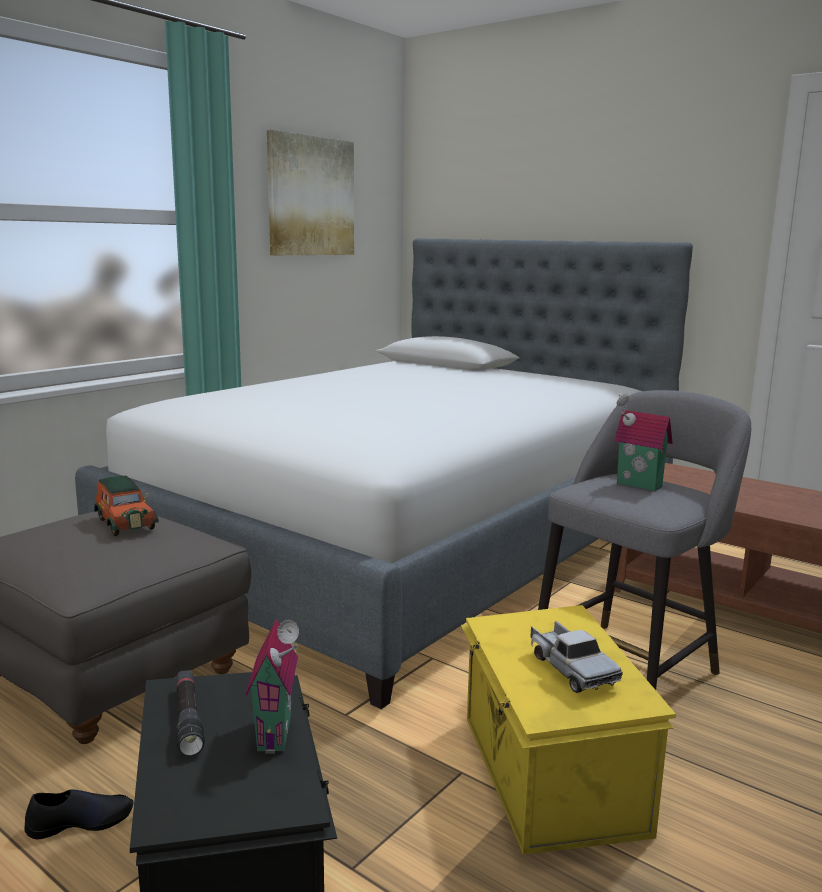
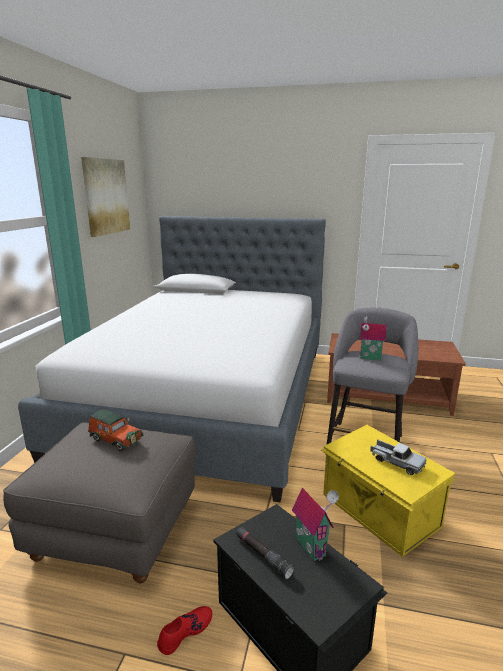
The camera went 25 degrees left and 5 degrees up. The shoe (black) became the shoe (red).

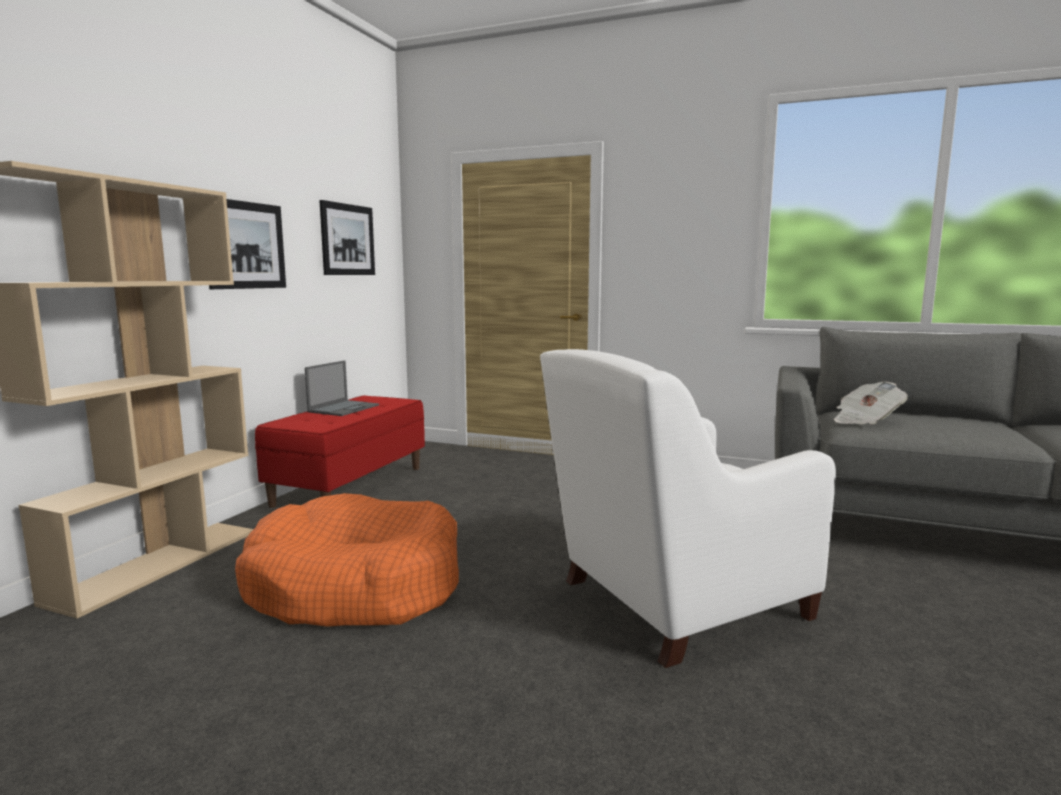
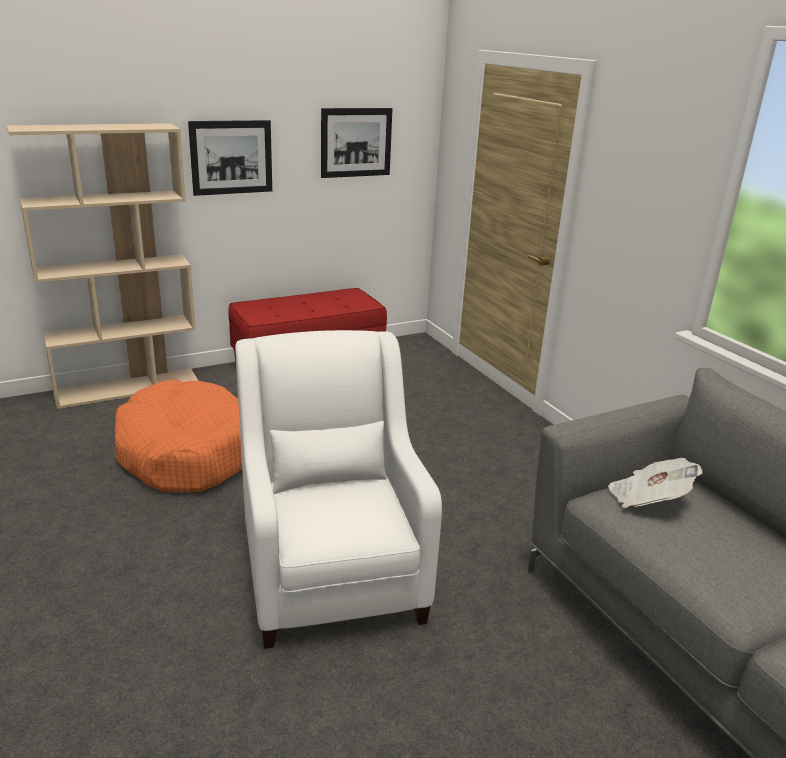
The camera went 40 degrees right and 15 degrees up. The armchair (white) turned 60 degrees clockwise. The laptop disappeared.

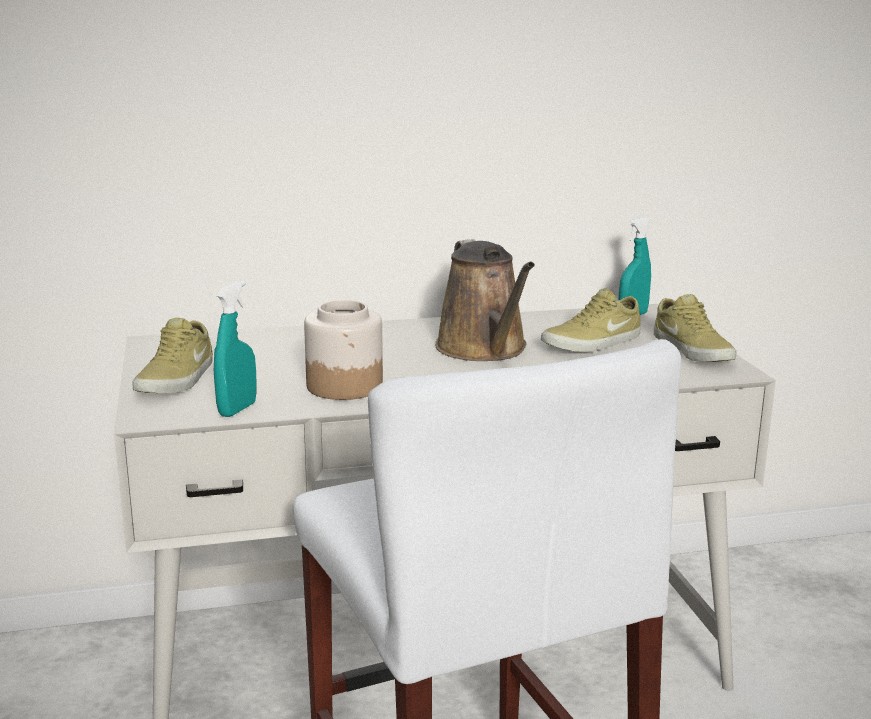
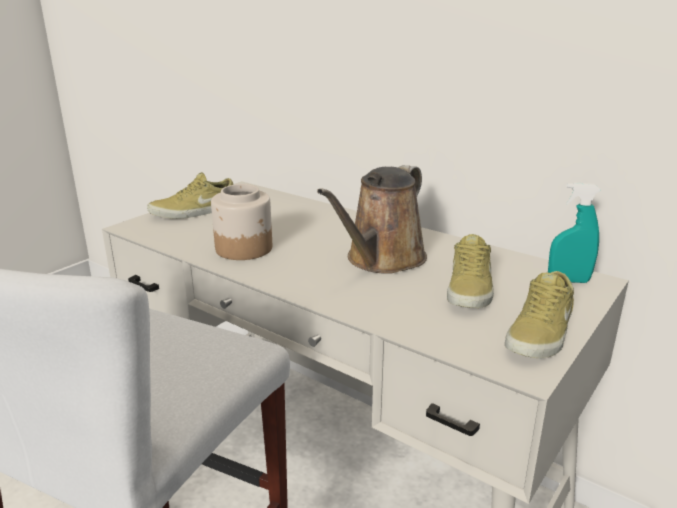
The camera went 50 degrees right and 5 degrees up. The shoe (beige) (2nd from left) turned 90 degrees counterclockwise. The spray bottle (turquoise) (1st from left) disappeared.

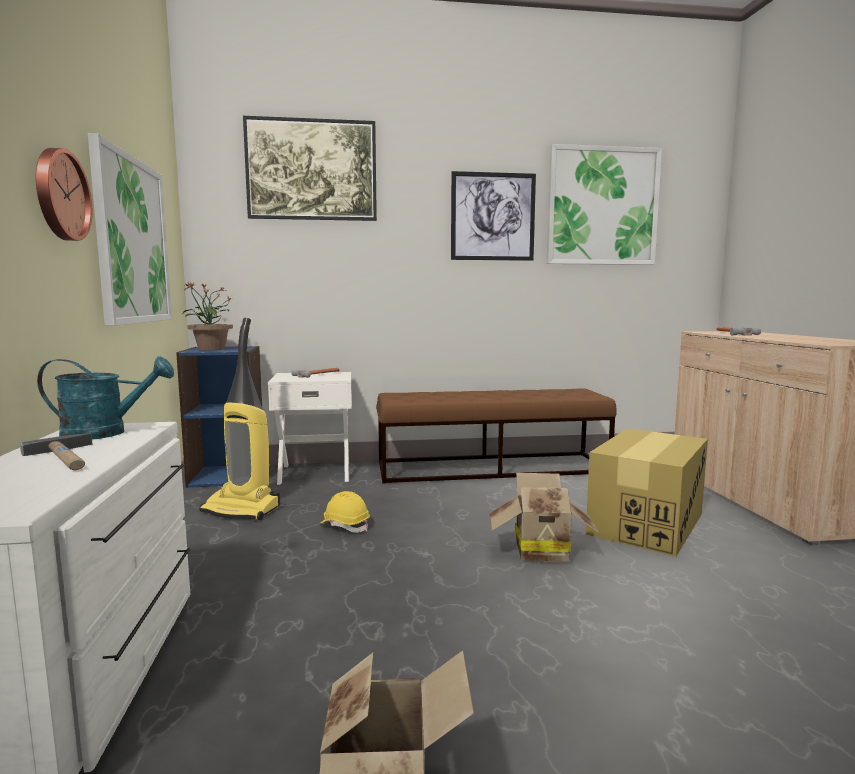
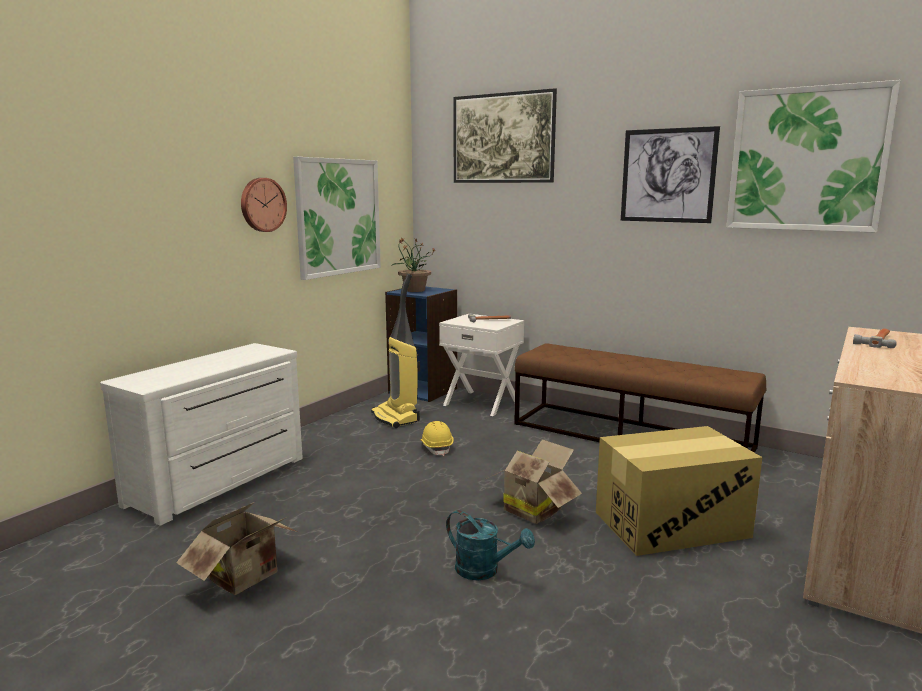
The camera went 40 degrees right and 5 degrees up. The watering can (turquoise) moved. The hammer (1st from left) disappeared.

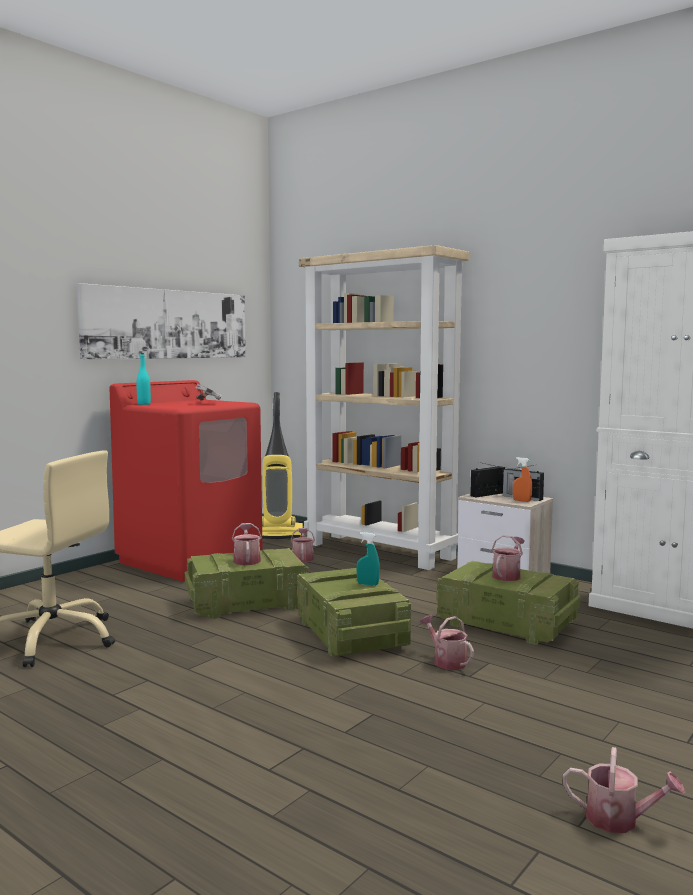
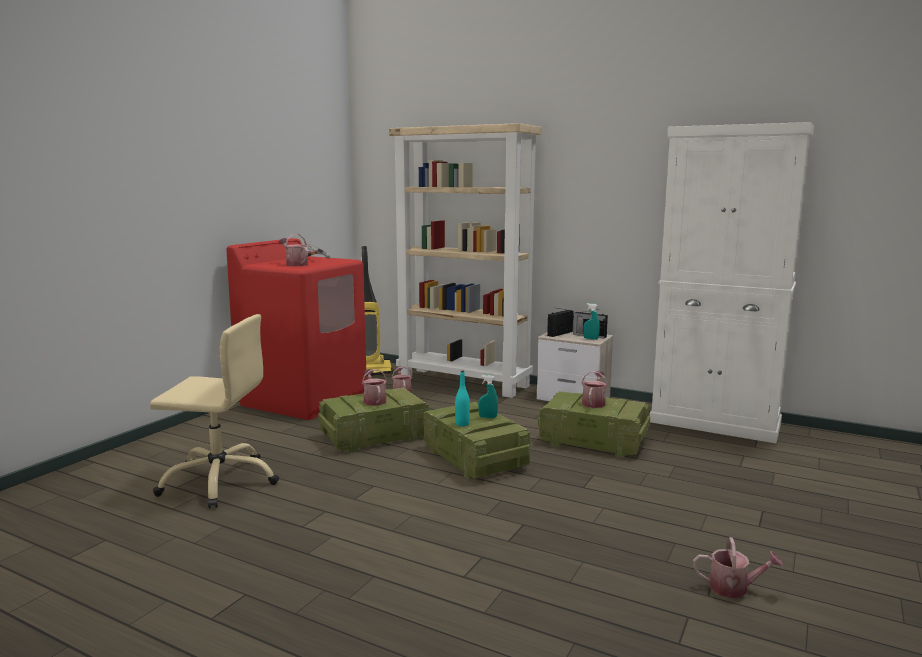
The camera went 10 degrees left and 5 degrees up. The watering can (3rd from left in the first image) moved. The bottle (turquoise) moved. The spray bottle (orange) became the spray bottle (turquoise) (2nd from left). The picture disappeared.

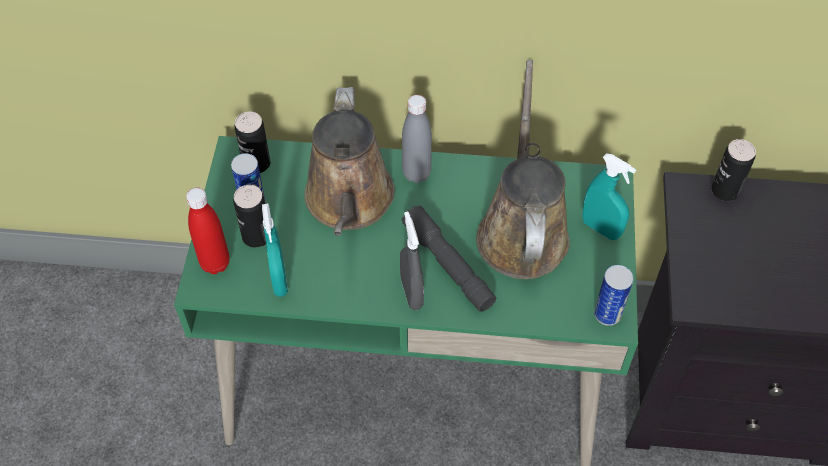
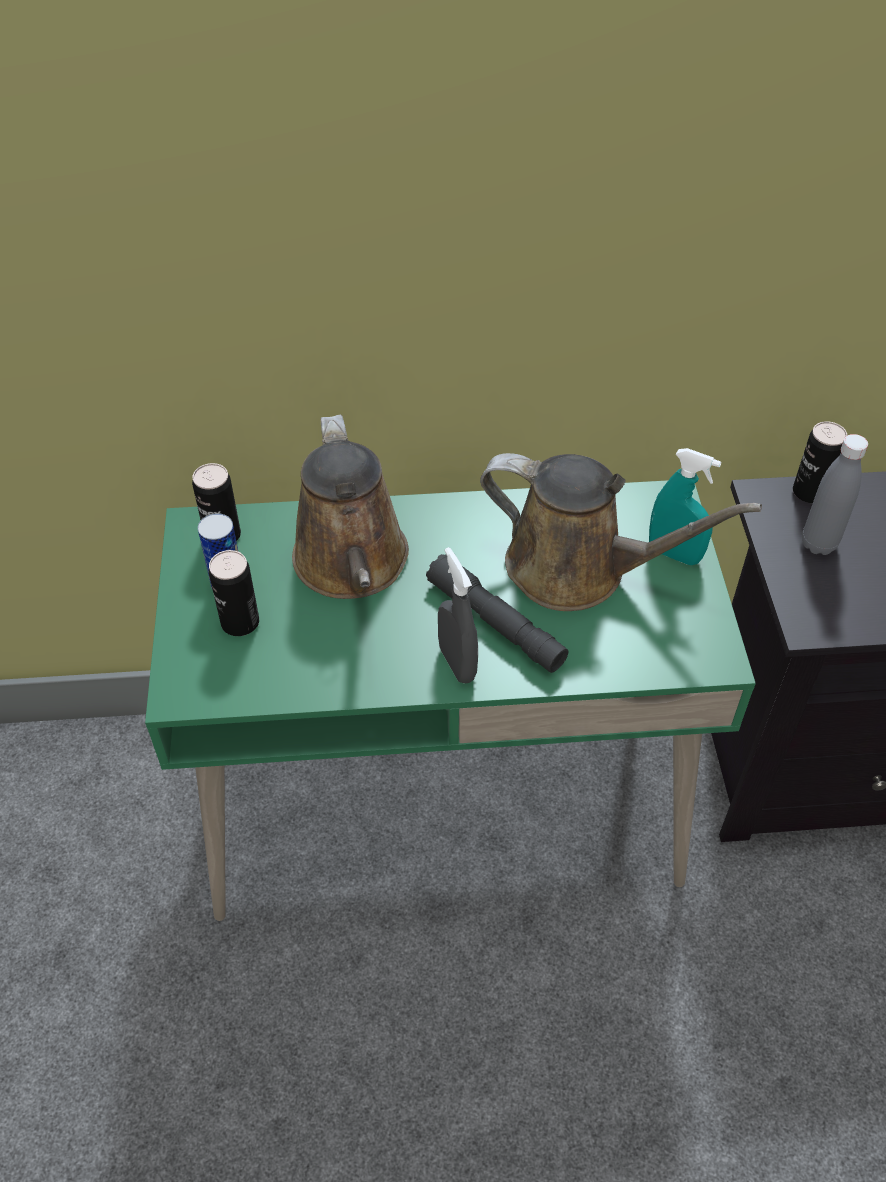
The camera went 10 degrees left and 5 degrees down. The watering can (brown) (2nd from left) turned 120 degrees clockwise. The bottle (grey) moved. The bottle (red) disappeared. The spray bottle (turquoise) (1st from left) disappeared. The can (4th from left) disappeared.

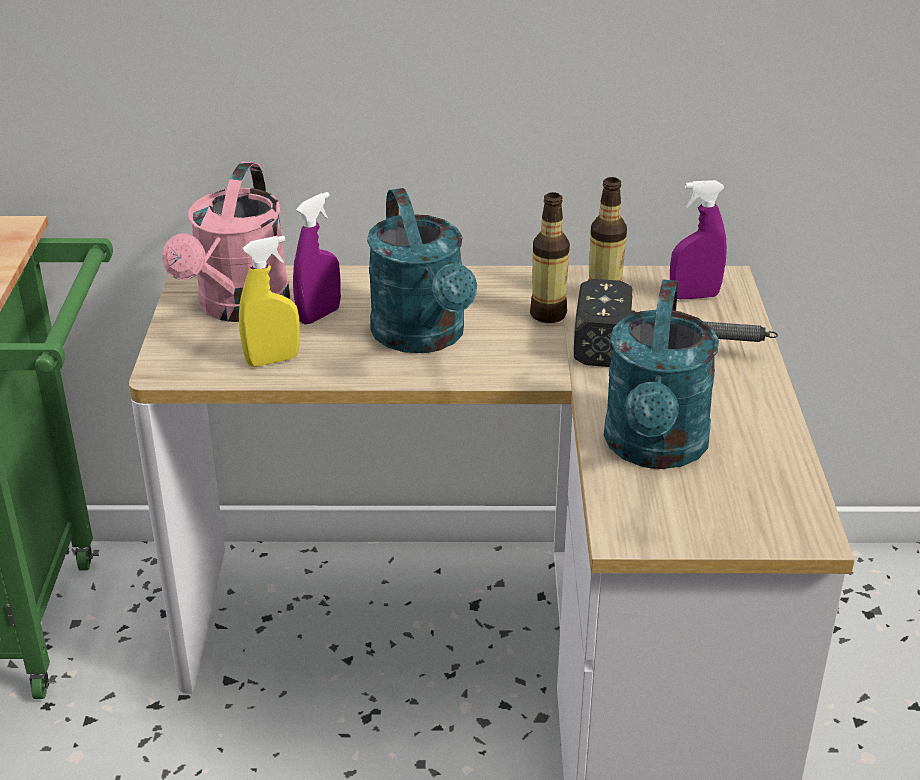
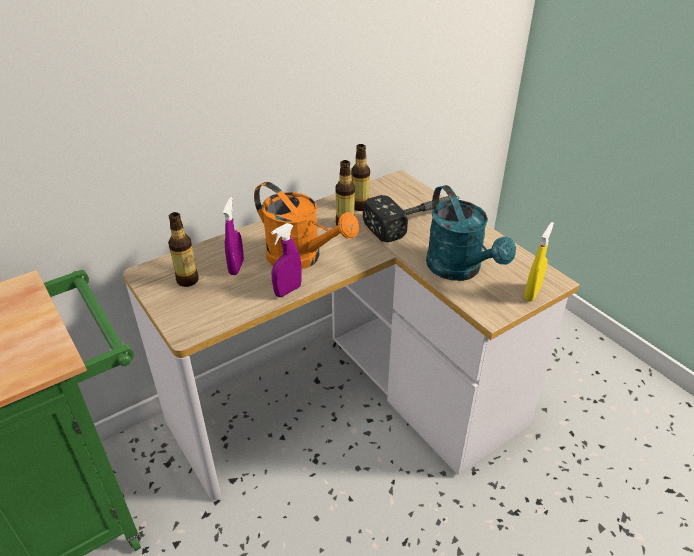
The camera went 35 degrees left and 5 degrees up. The watering can (pink) was replaced by the bottle (1st from left). The watering can (turquoise) (1st from left) became the watering can (orange). The spray bottle (purple) (2nd from left) moved. The spray bottle (yellow) moved.

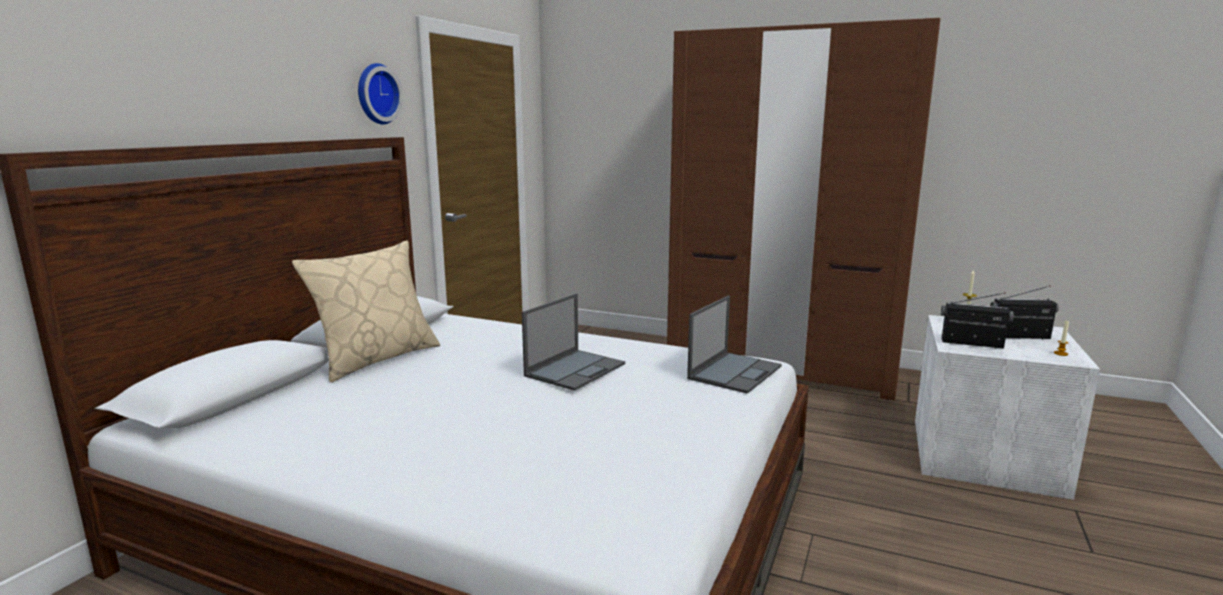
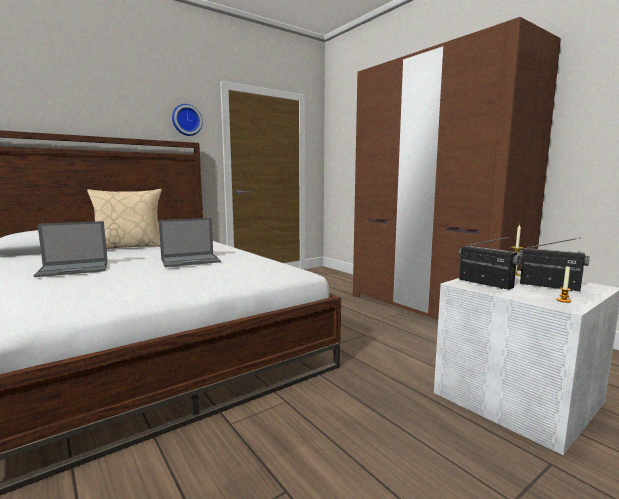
The camera went 30 degrees right and 5 degrees down. The laptop (2nd from left in the first image) moved.

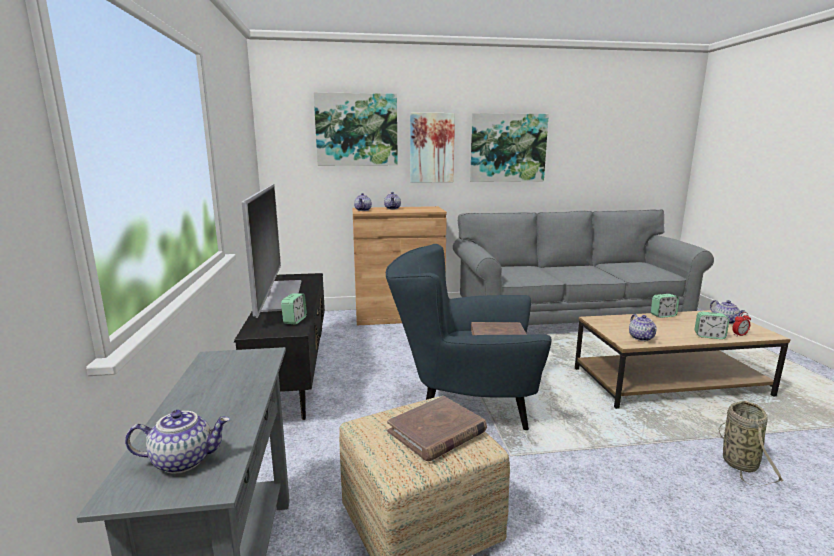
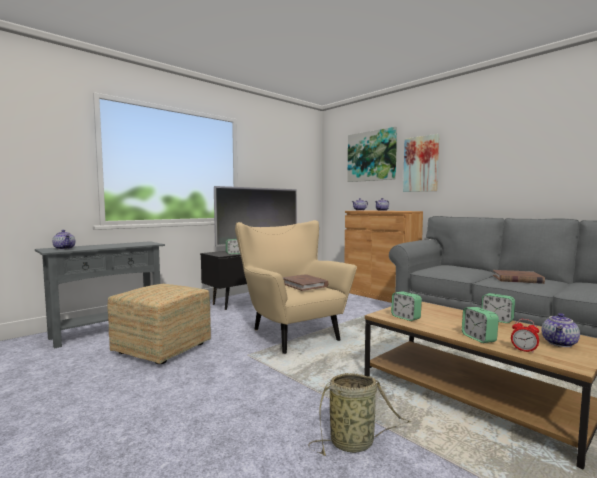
The camera went 55 degrees right and 10 degrees down. The armchair (blue) became the armchair (beige). The teapot (4th from left) was replaced by the alarm clock (2nd from left). The book (brown) (1st from left in the first image) moved. The picture (3rd from left) disappeared.

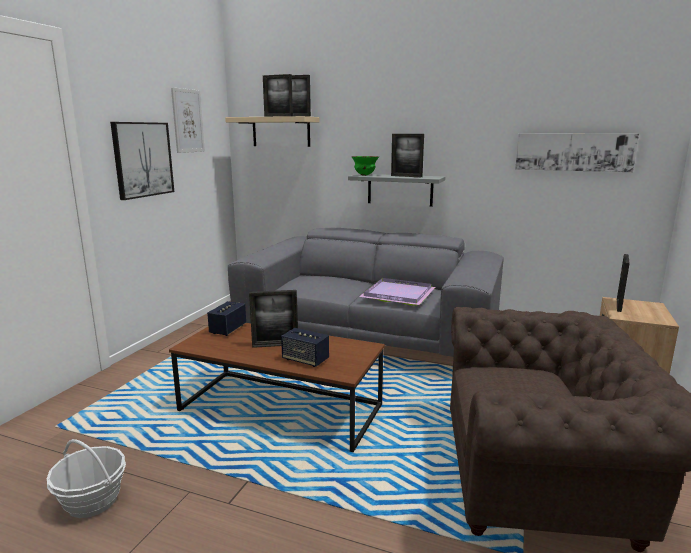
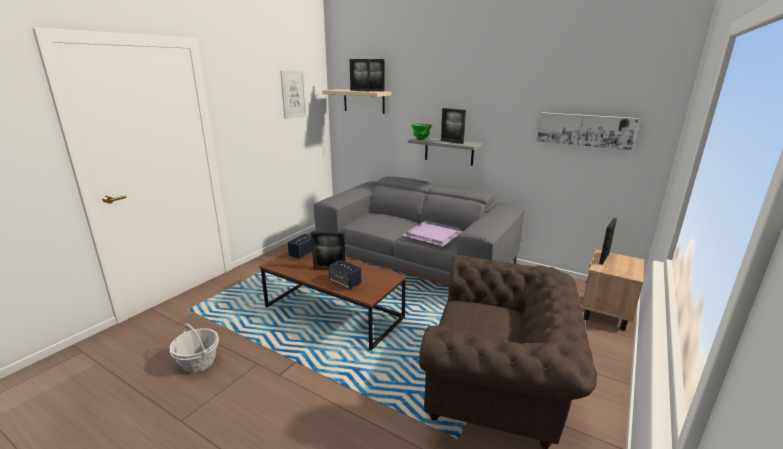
The camera went 10 degrees right and 5 degrees up. The picture (1st from left) disappeared.

